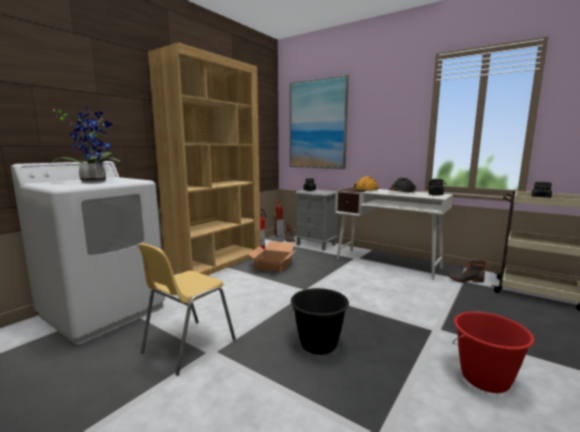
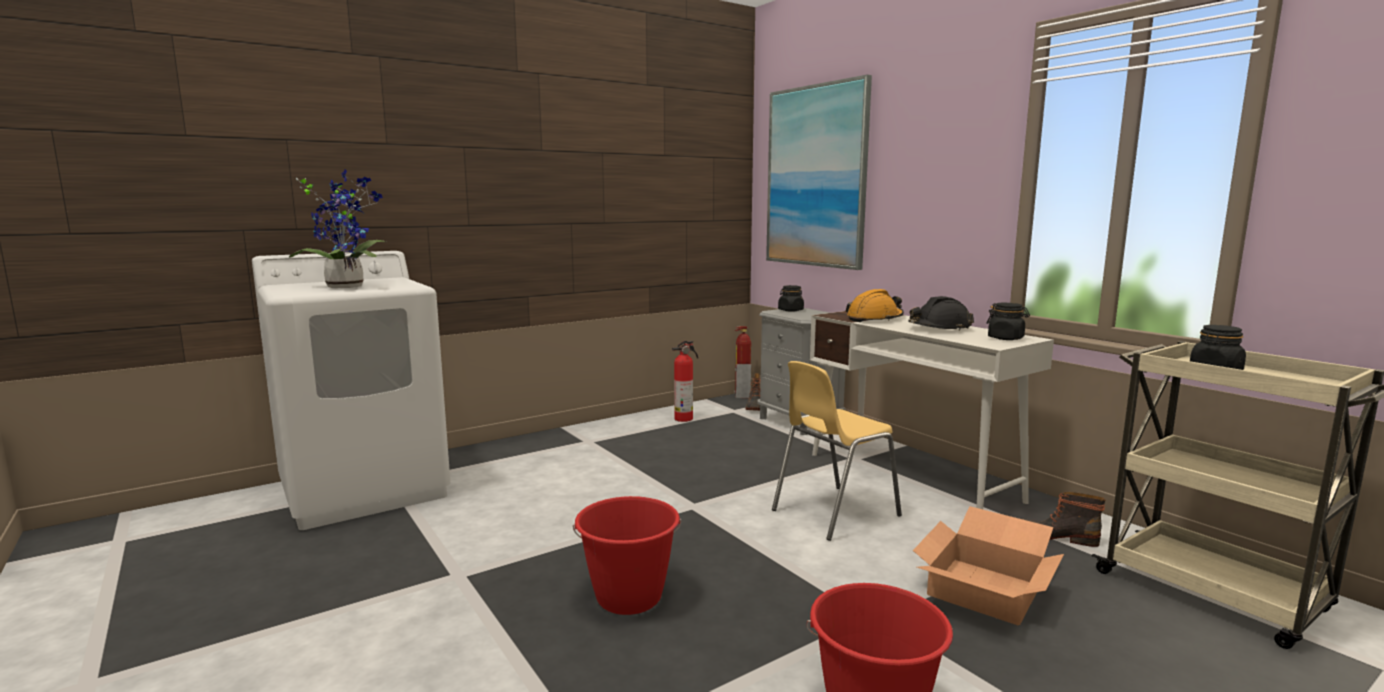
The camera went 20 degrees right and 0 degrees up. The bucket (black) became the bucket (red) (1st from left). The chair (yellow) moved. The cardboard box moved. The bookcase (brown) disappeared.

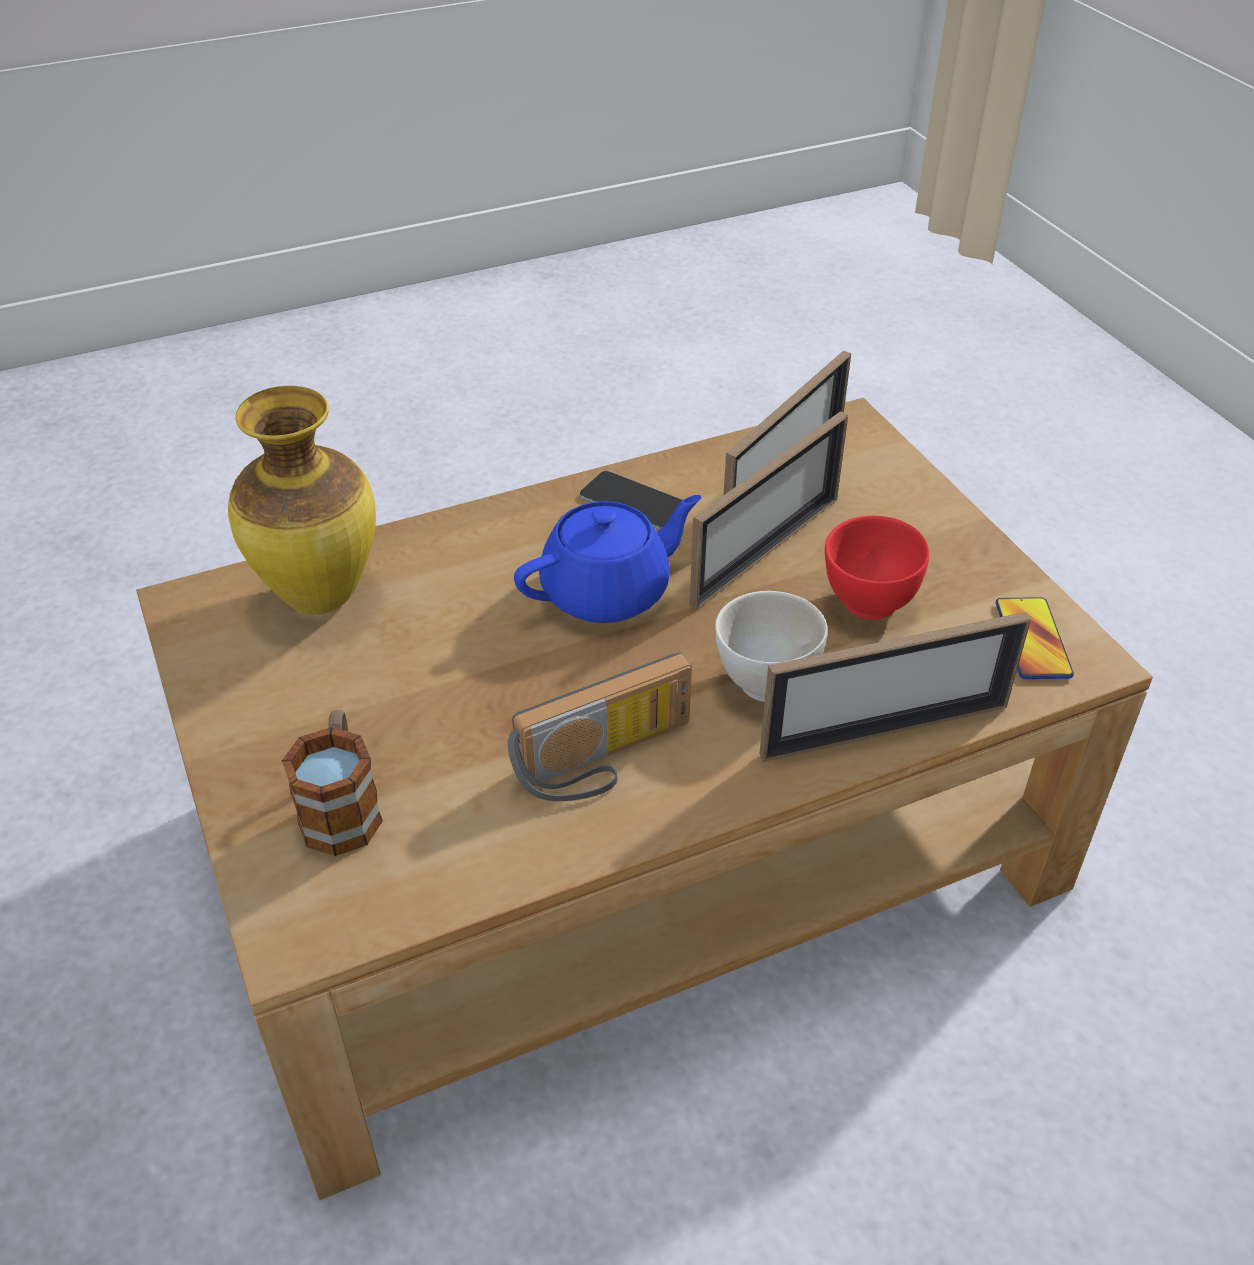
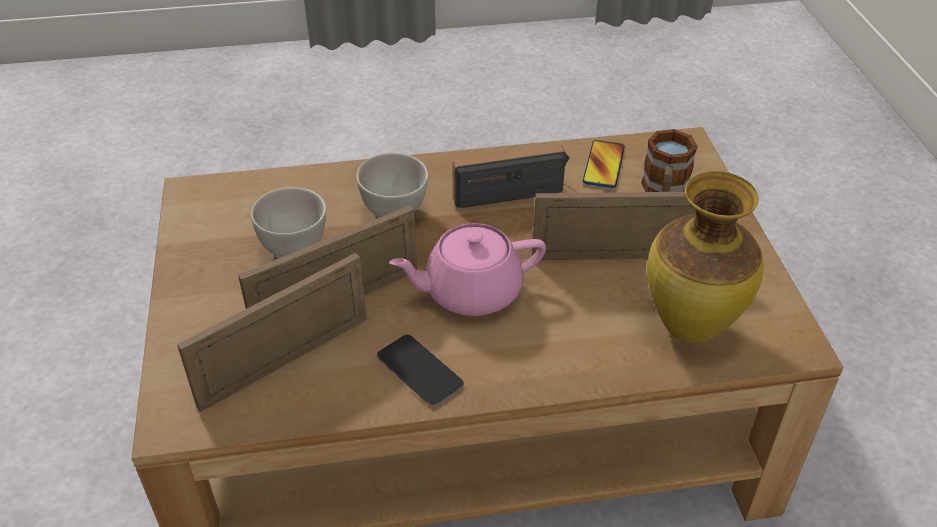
The camera went 165 degrees left and 0 degrees up. The bowl (red) became the bowl (white) (1st from left). The teapot (blue) became the teapot (pink). The picture frame (3rd from left) moved. The phone (2nd from left) moved.

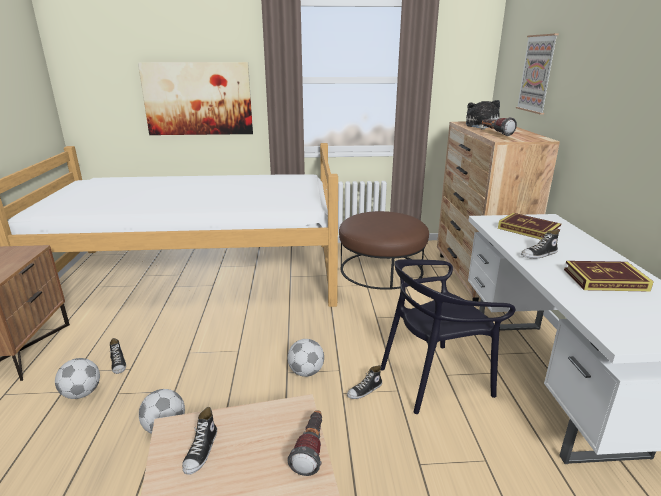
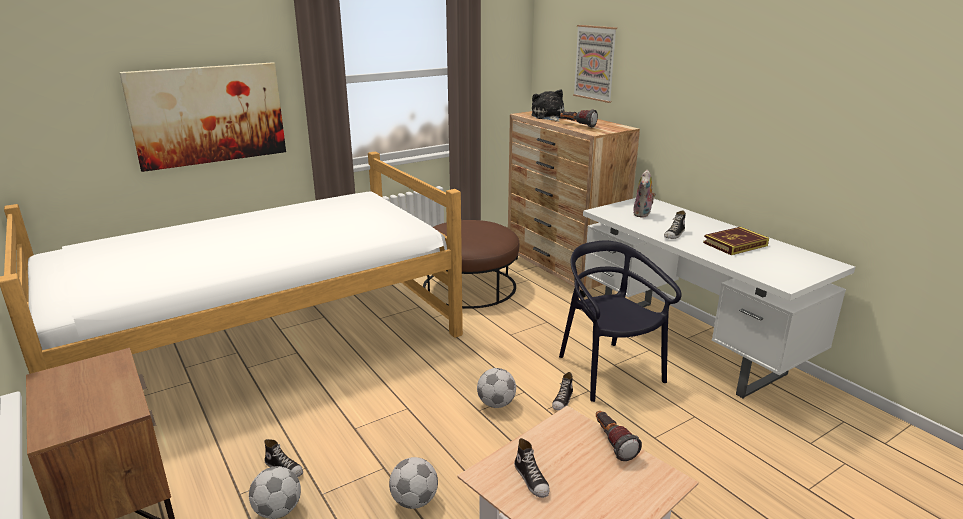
The camera went 30 degrees left and 0 degrees up. The chair (black) turned 120 degrees clockwise. The book (1st from left) was replaced by the plush toy (2nd from left).

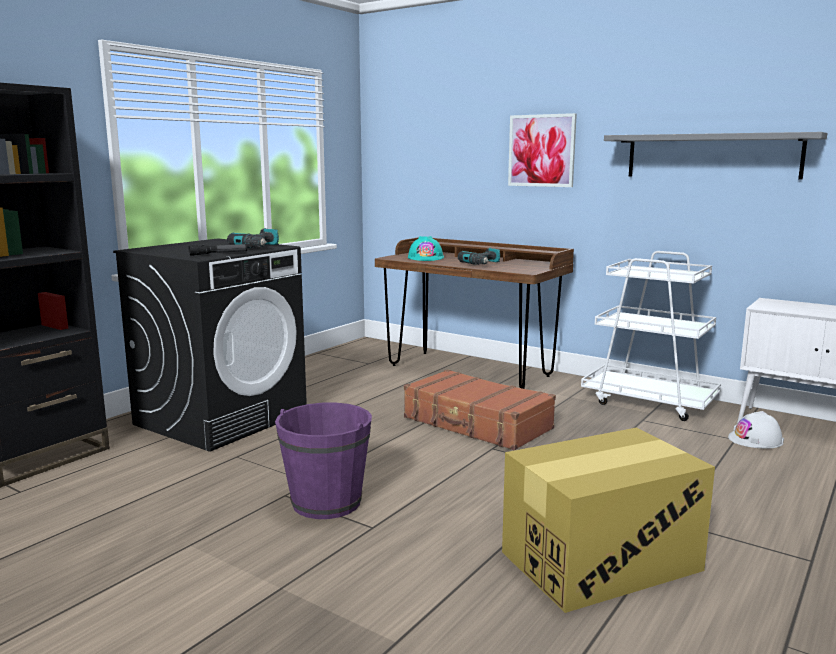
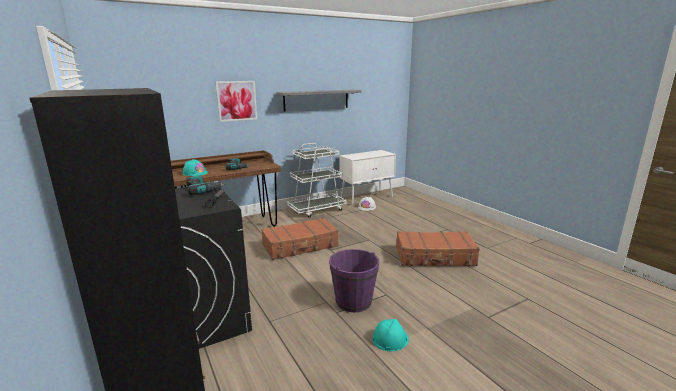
The camera went 65 degrees left and 5 degrees up. The hard hat (turquoise) (2nd from left) appeared. The cardboard box was replaced by the suitcase (brown) (2nd from left).

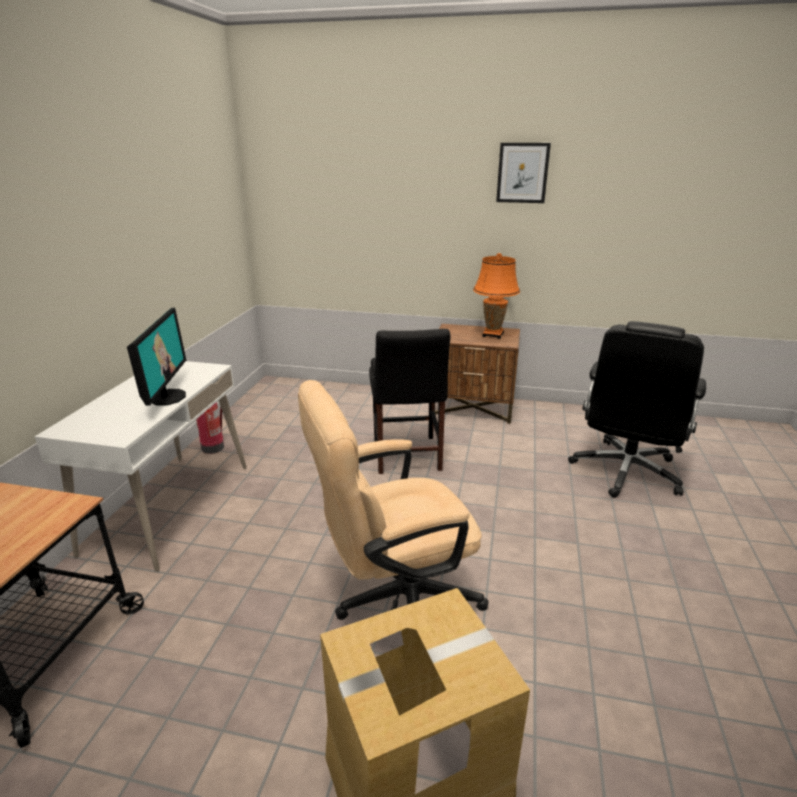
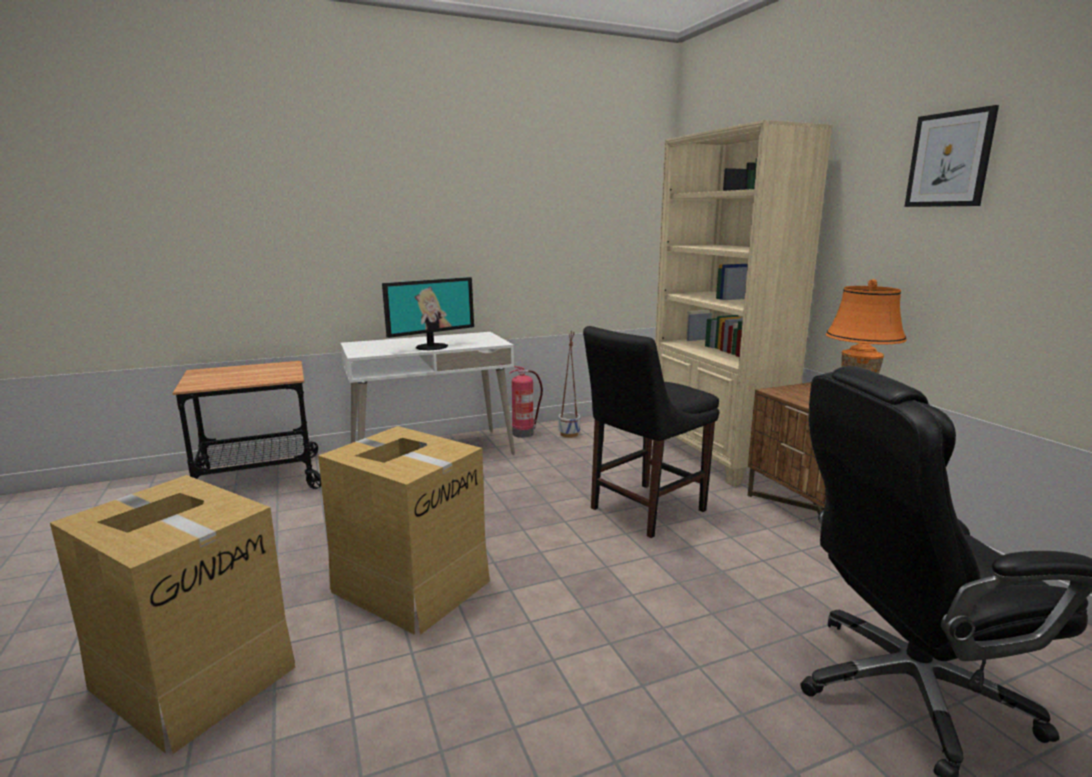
The camera went 55 degrees right and 10 degrees down. The office chair (beige) was replaced by the cardboard box (2nd from left). The planter appeared. The bookcase (beige) appeared.

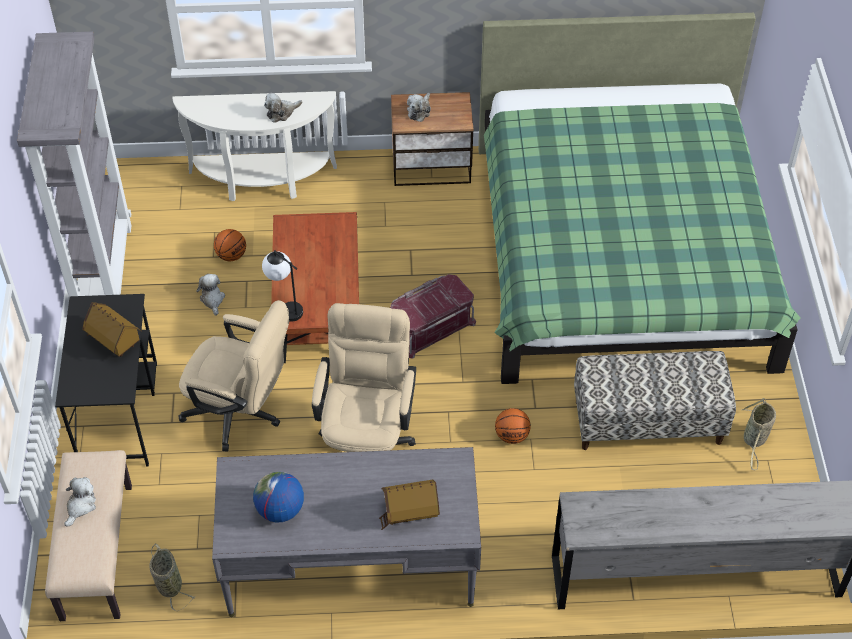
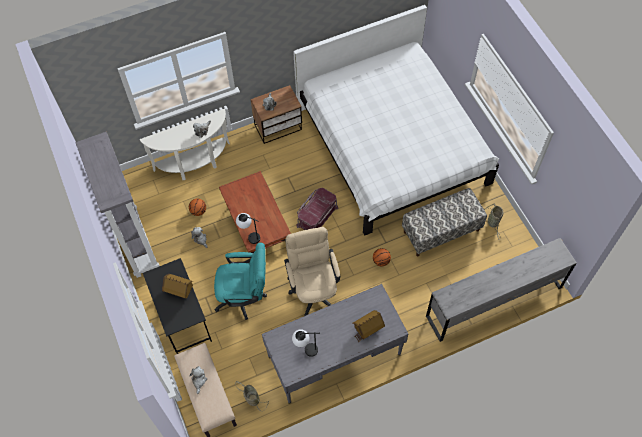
The camera went 20 degrees left and 10 degrees up. The office chair (beige) (1st from left) became the office chair (turquoise). The globe was replaced by the table lamp (2nd from left). The bed (green) became the bed (white).

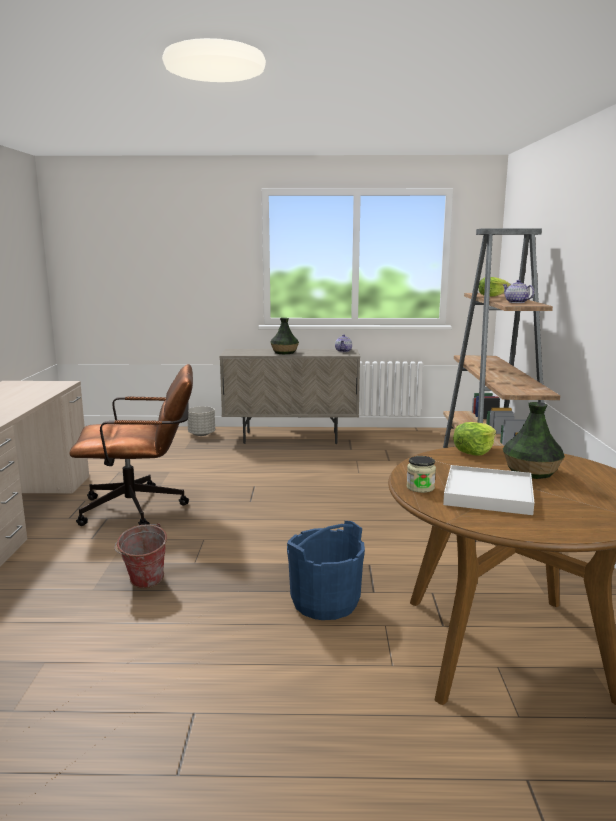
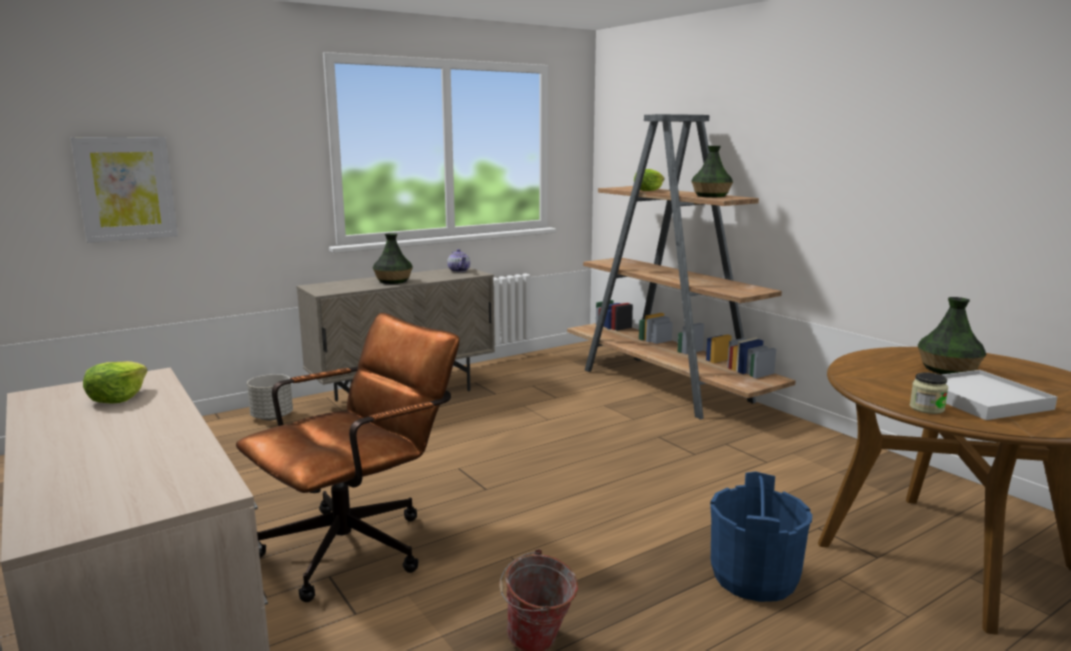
The camera went 35 degrees left and 0 degrees up. The picture appeared. The lettuce (1st from left) moved. The teapot (2nd from left) was replaced by the vase (2nd from left).

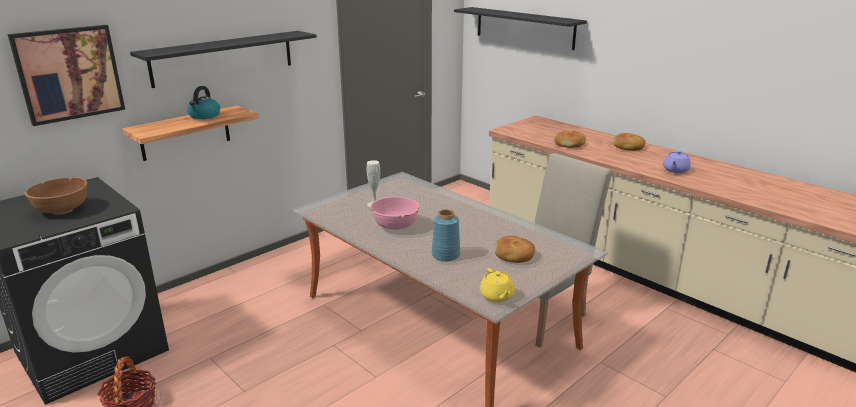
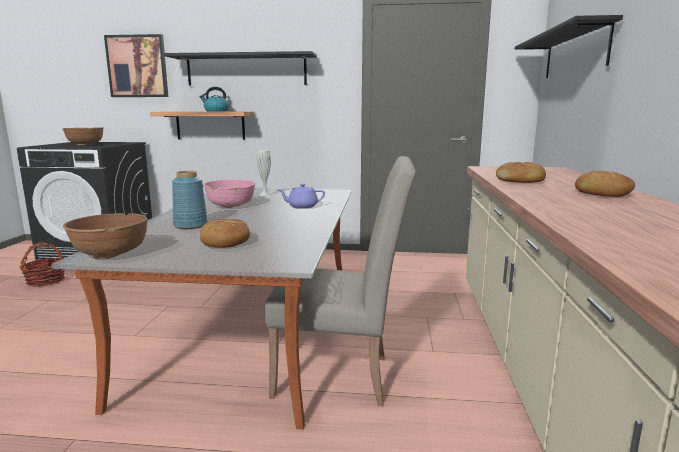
The camera went 50 degrees right and 10 degrees down. The teapot (yellow) was replaced by the bowl (brown) (2nd from left). The teapot (purple) moved.

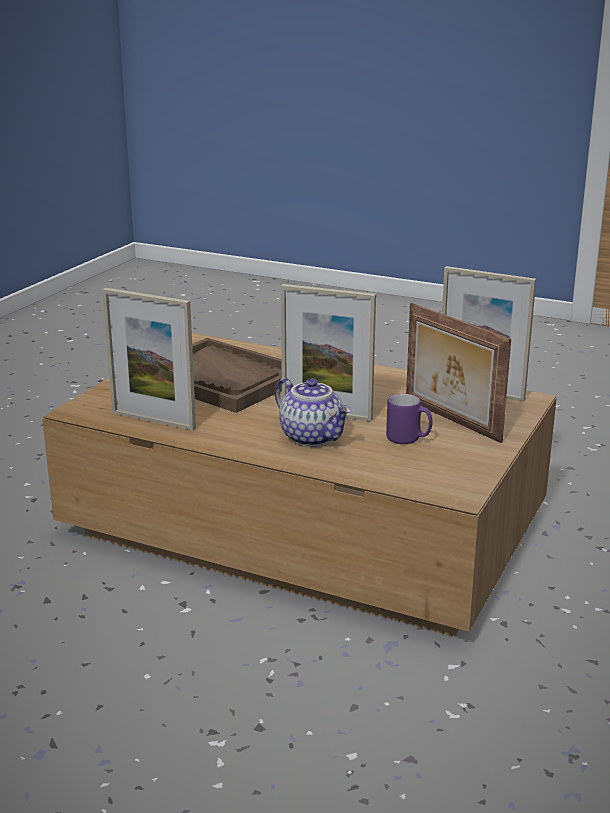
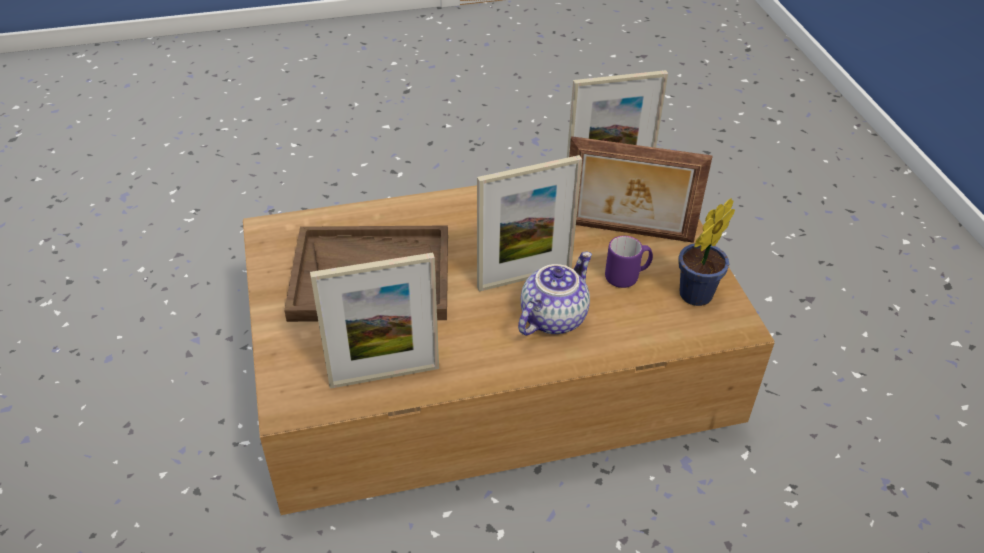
The camera went 40 degrees left and 20 degrees up. The teapot turned 60 degrees counterclockwise. The potted plant appeared.

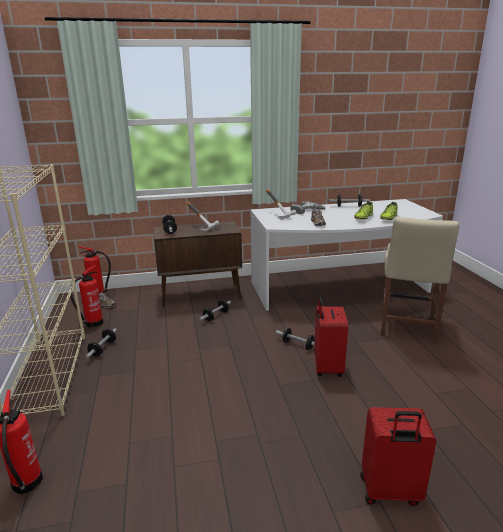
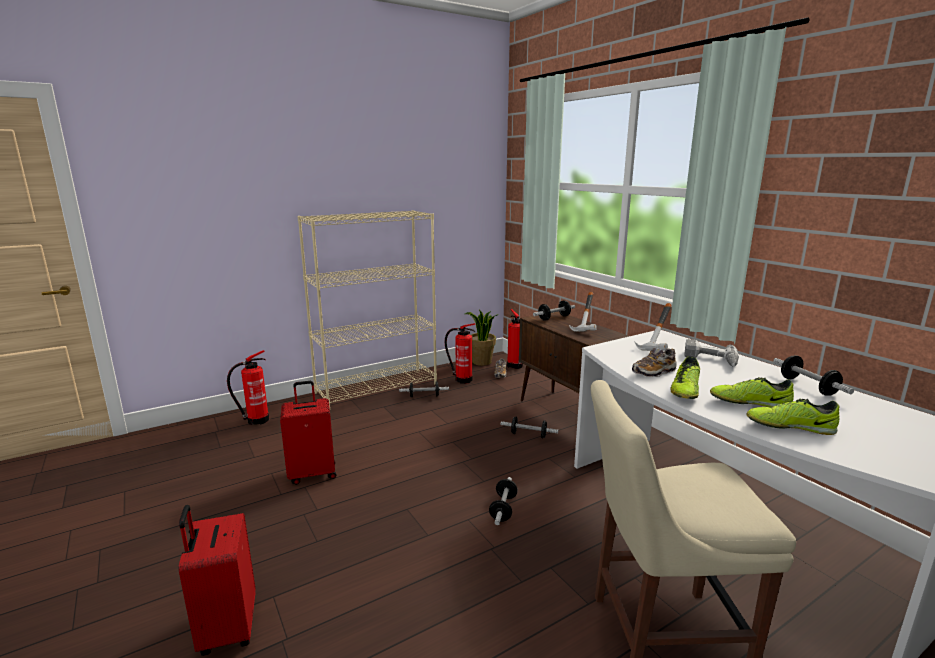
The camera went 70 degrees right and 5 degrees down. The suitcase (red) (1st from left in the first image) moved. The potted plant appeared. The shoe (3rd from left) appeared.

